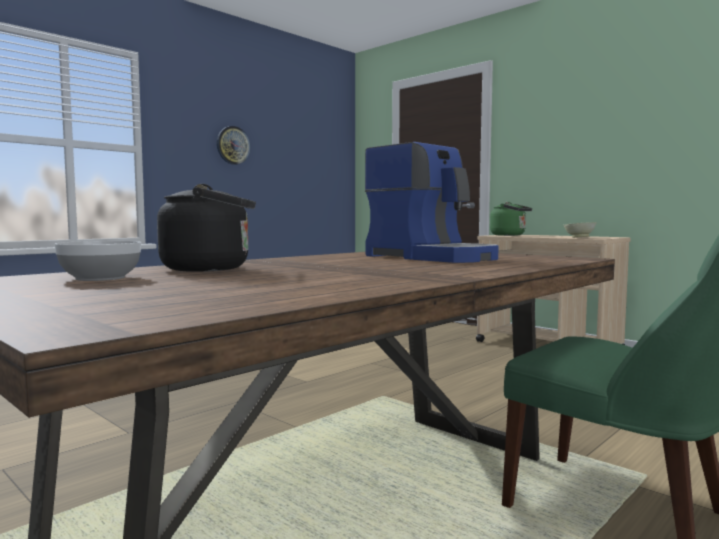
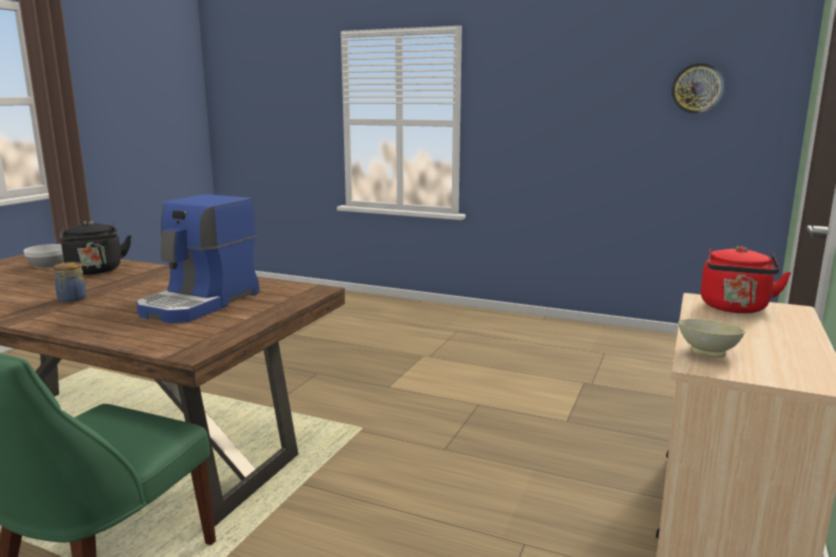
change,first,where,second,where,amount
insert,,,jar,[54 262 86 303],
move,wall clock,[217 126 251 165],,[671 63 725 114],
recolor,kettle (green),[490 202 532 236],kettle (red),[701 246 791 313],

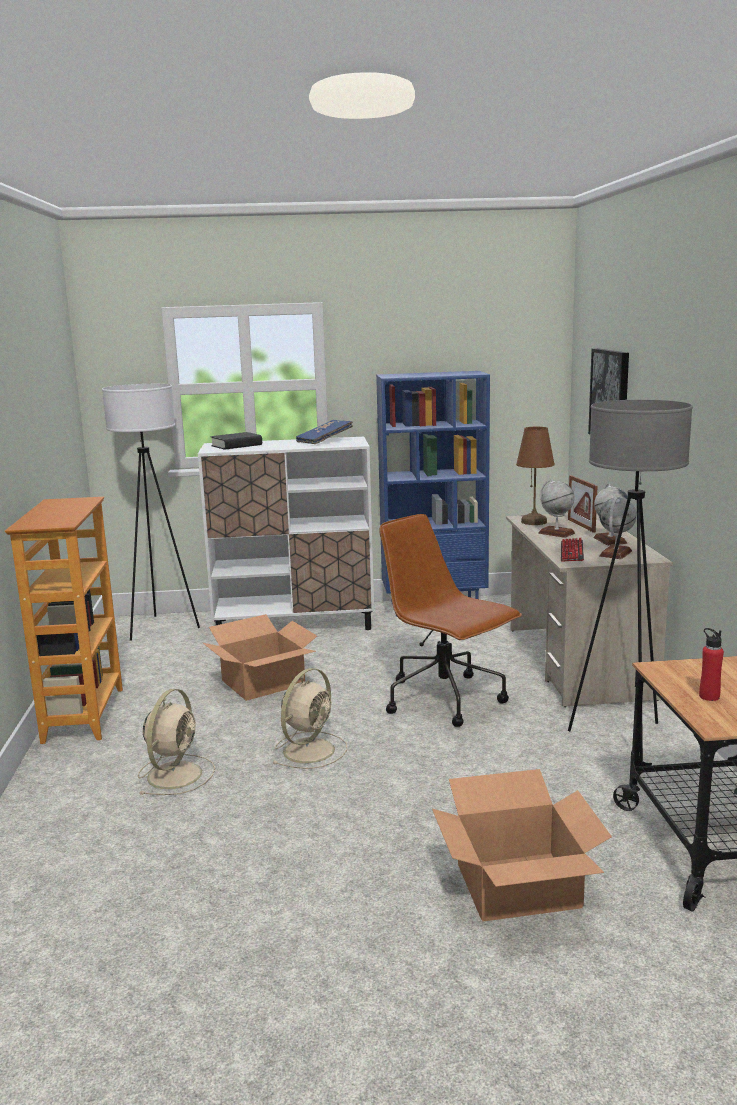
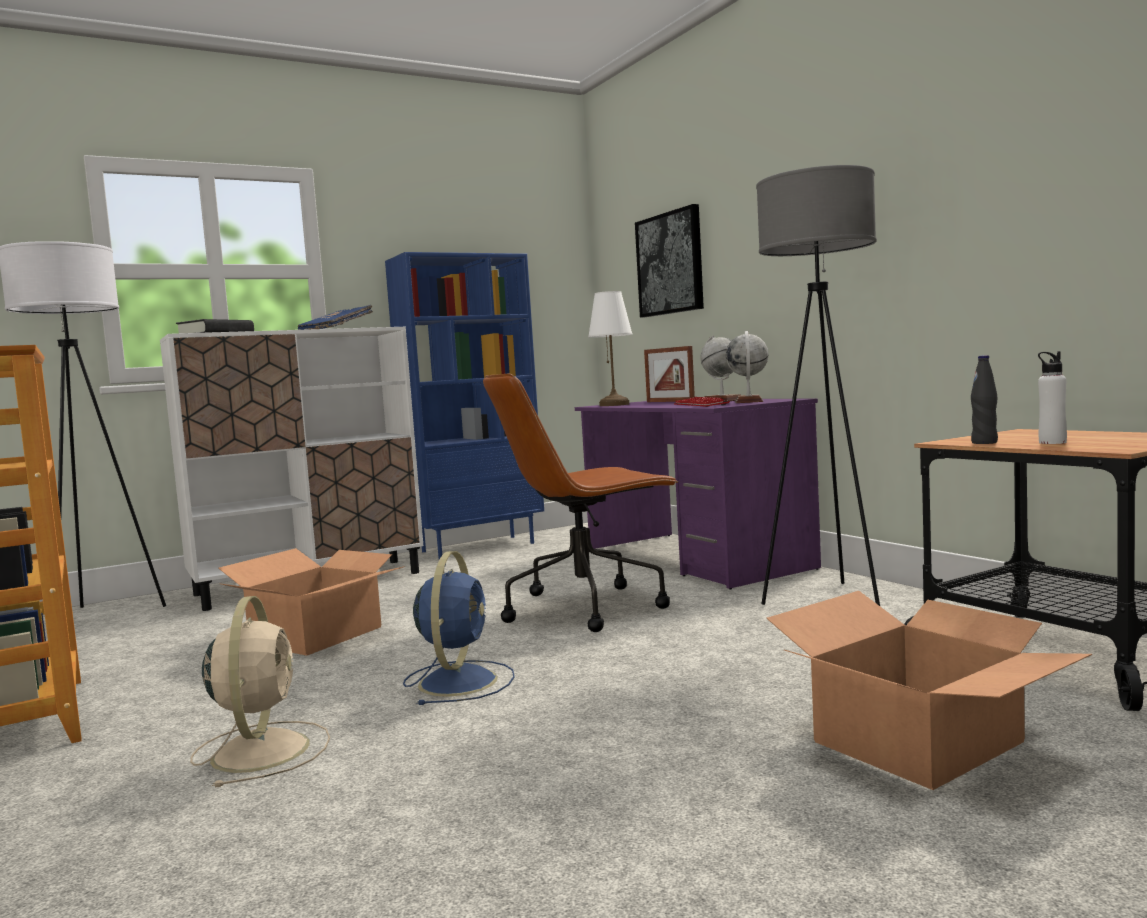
change,first,where,second,where,amount
recolor,fan (beige),[272 668 347 769],fan (blue),[403 551 515 705],
rotate,office chair (brown),[379 514 522 727],,[483 374 678 632],45 degrees counterclockwise
recolor,desk (beige),[506 513 673 707],desk (purple),[575 398 821 590],
recolor,table lamp (brown),[516 427 555 525],table lamp (white),[588 291 632 406],
insert,,,bottle (black),[971 355 998 444],
recolor,bottle (red),[699 628 724 701],bottle (white),[1038 351 1067 444],
delete,globe,[538 479 575 538],,,

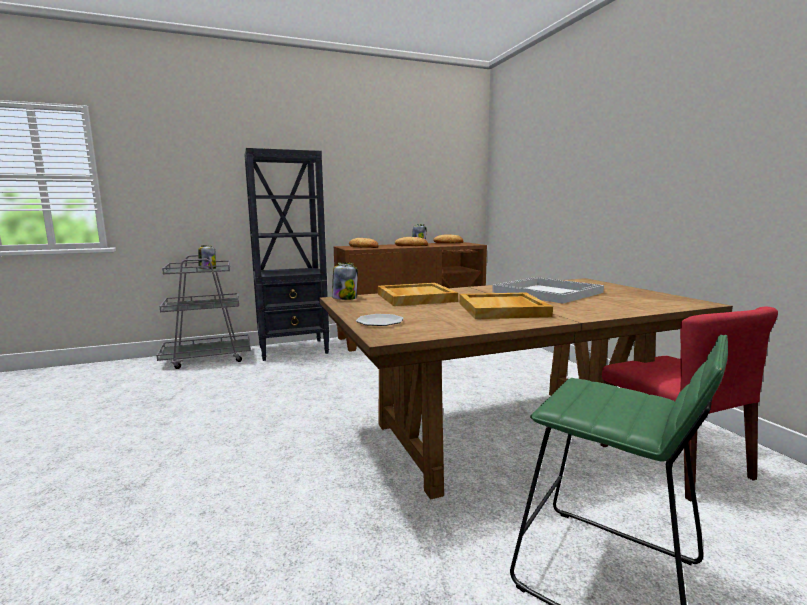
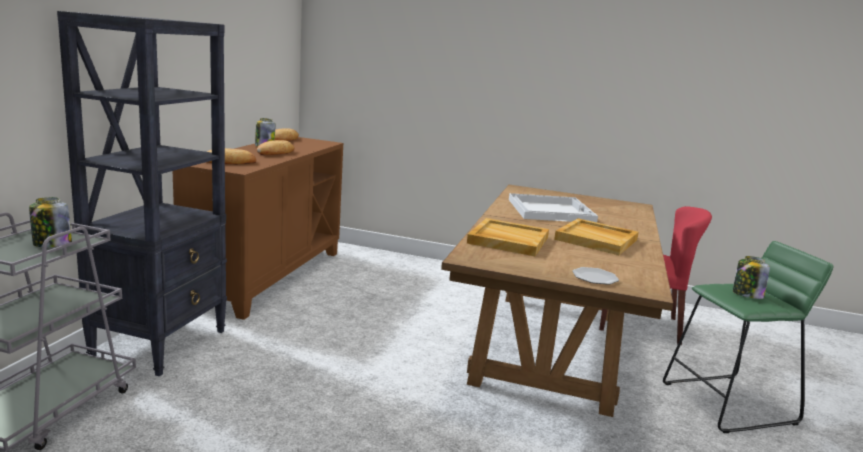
change,first,where,second,where,amount
move,jar,[332 262 358 300],,[733 256 770 299],

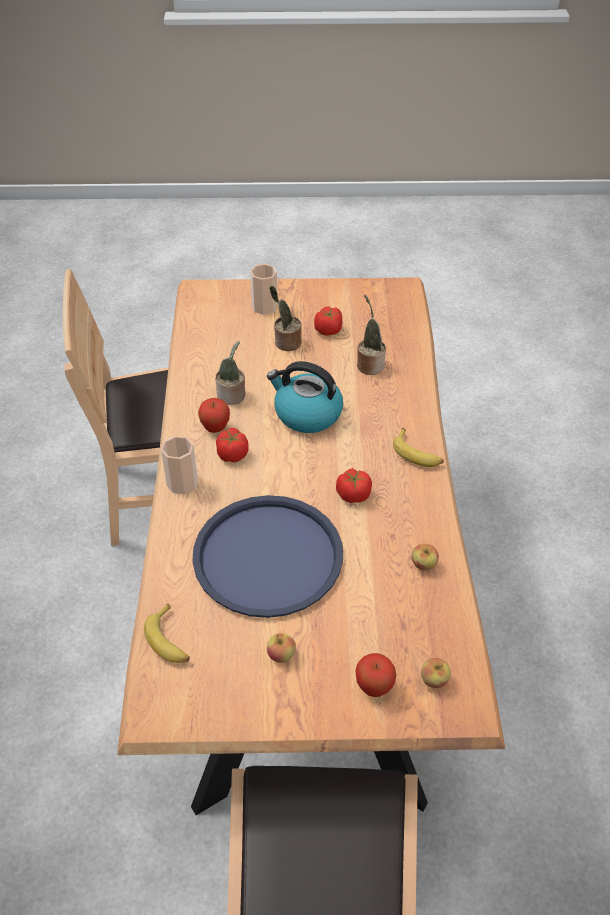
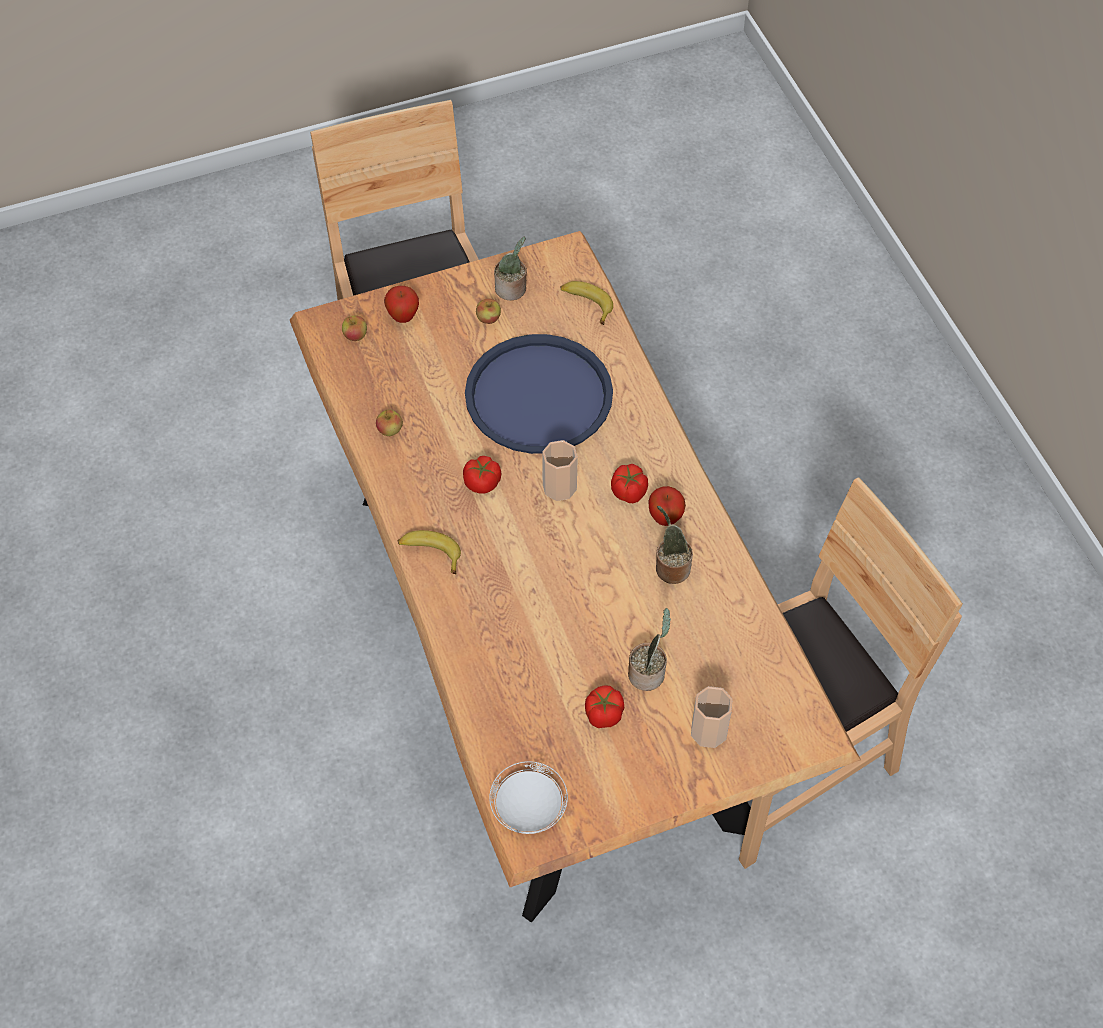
change,first,where,second,where,amount
insert,,,plate (white),[489 761 568 834],
move,potted plant,[357 294 386 375],,[494 236 527 300],
move,cup,[161 436 198 494],,[542 440 578 501],
delete,kettle,[267 361 343 433],,,

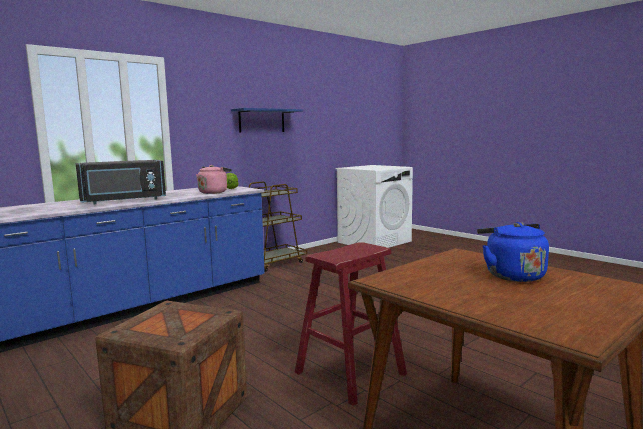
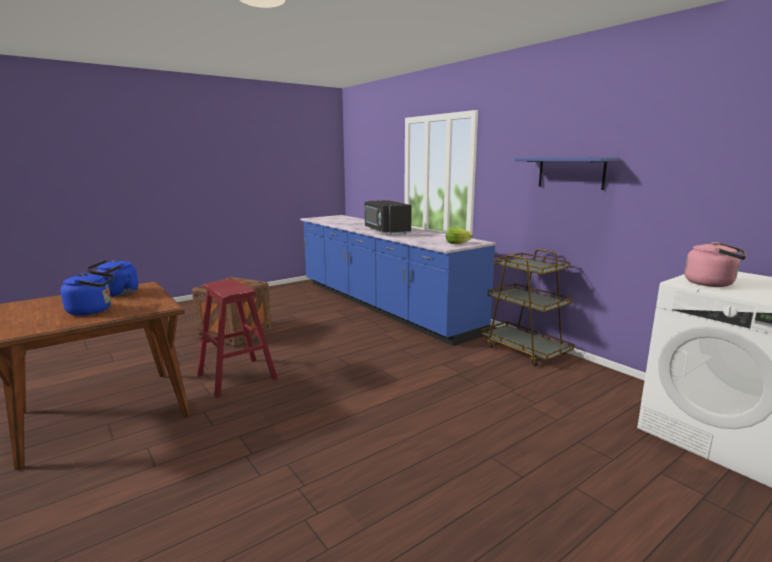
change,first,where,second,where,amount
insert,,,kettle (blue),[86 259 138 297],
move,kettle (pink),[196 165 232 194],,[685 242 746 287],

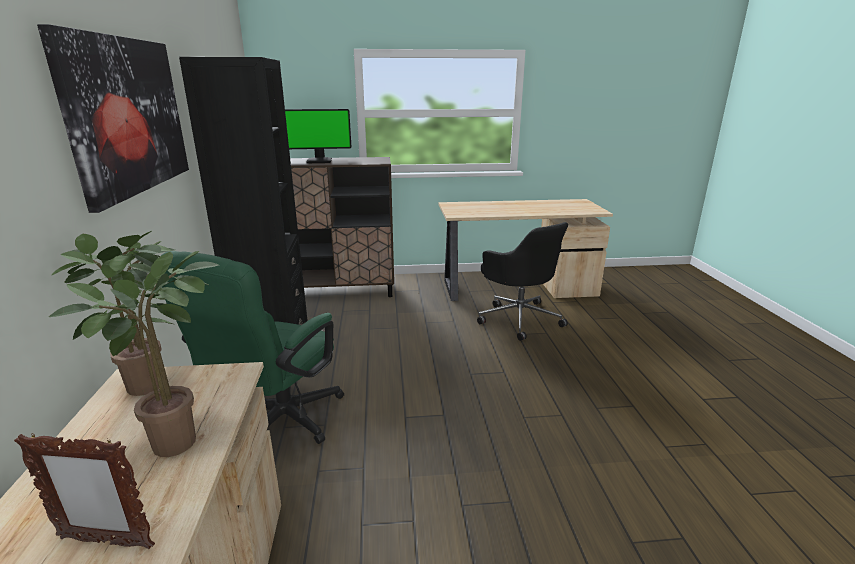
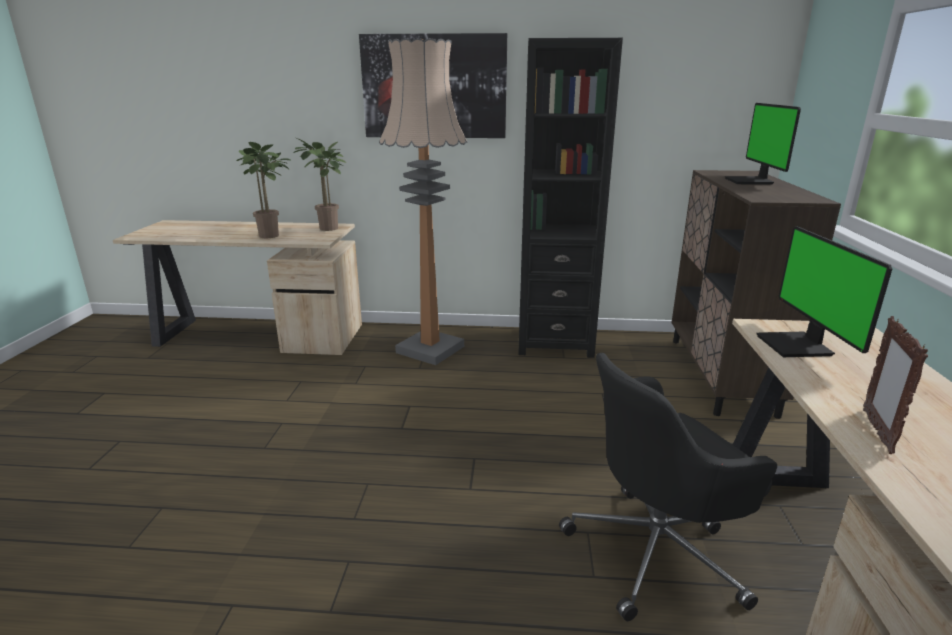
change,first,where,second,where,amount
replace,office chair (green),[161 251 344 444],floor lamp,[379 38 468 365],
insert,,,monitor,[756 226 892 357],
move,picture frame,[14 434 155 549],,[863 316 928 454],

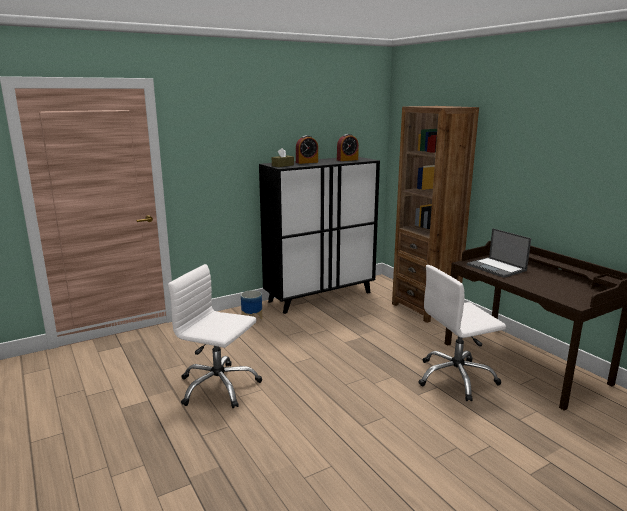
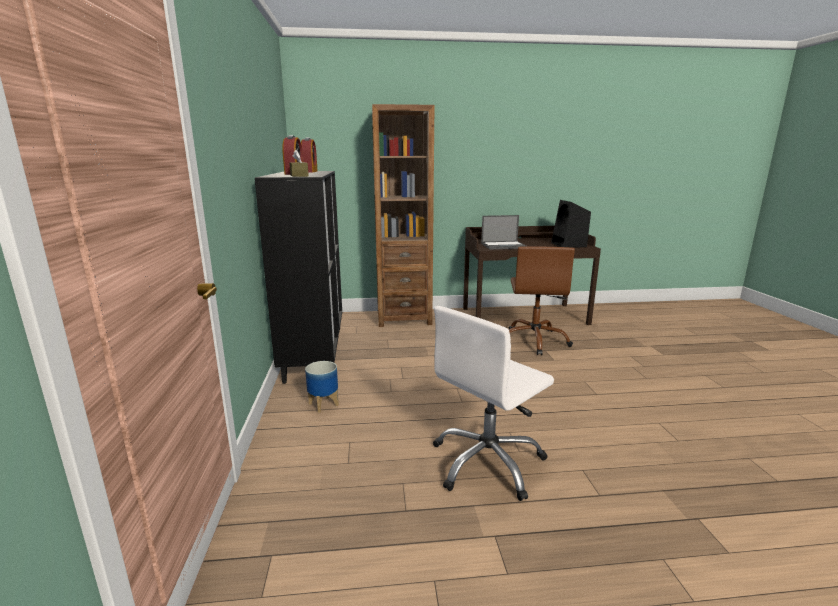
change,first,where,second,where,amount
recolor,office chair (white),[418 265 506 401],office chair (brown),[509 246 575 355],
insert,,,speaker (black),[551 200 591 248],

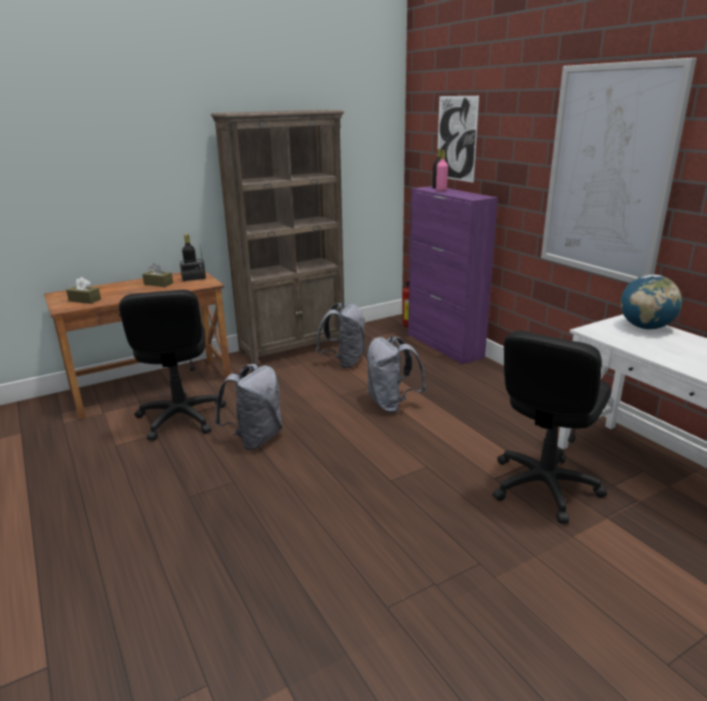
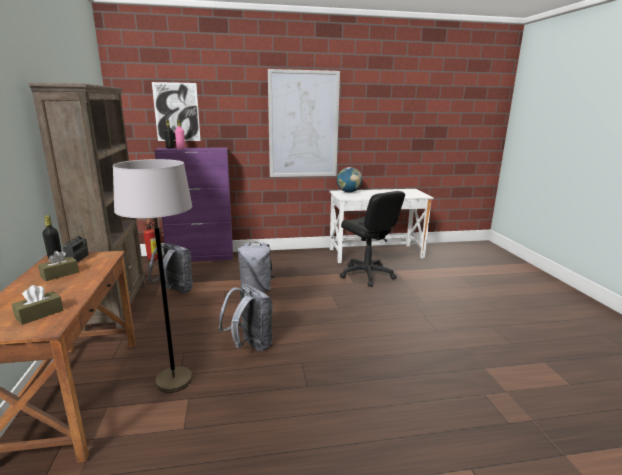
change,first,where,second,where,amount
replace,office chair (black),[119 290 226 441],floor lamp (grey),[113 159 193 393],

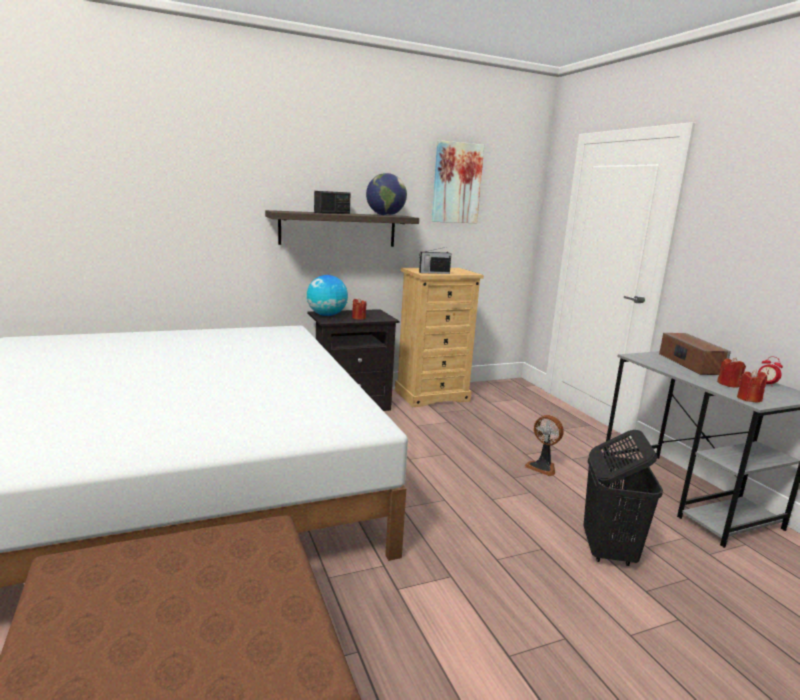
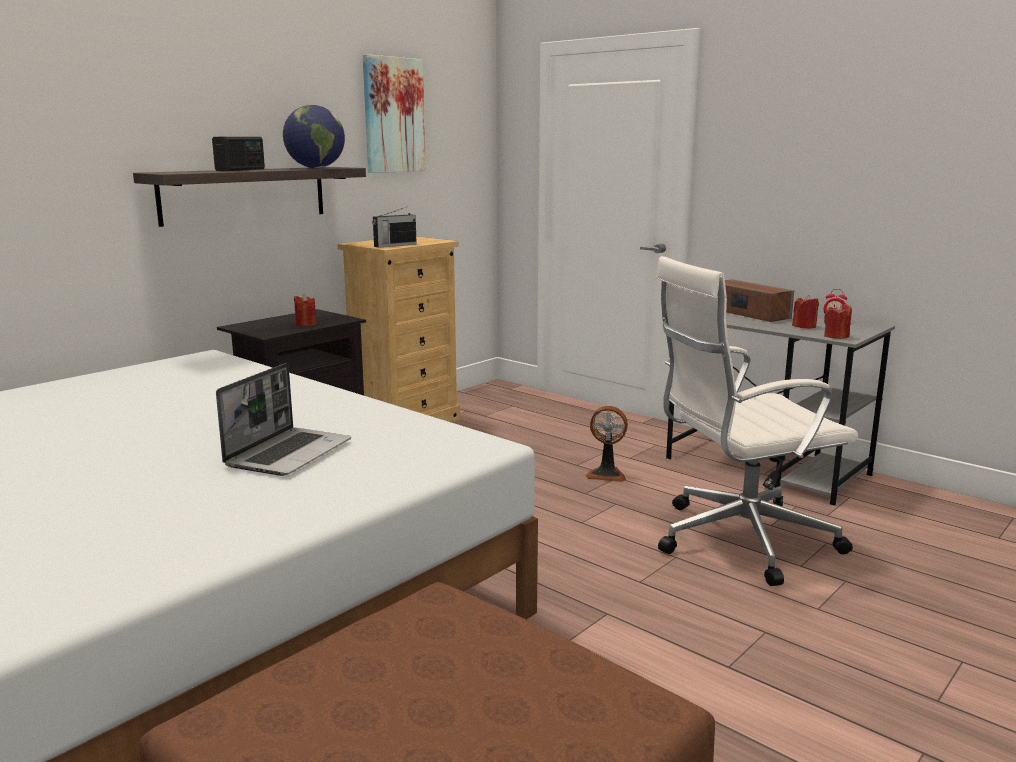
change,first,where,second,where,amount
insert,,,laptop,[216 363 351 476],
replace,laundry basket (black),[583 430 663 566],office chair (white),[656 256 858 586],
delete,globe,[307 275 348 316],,,

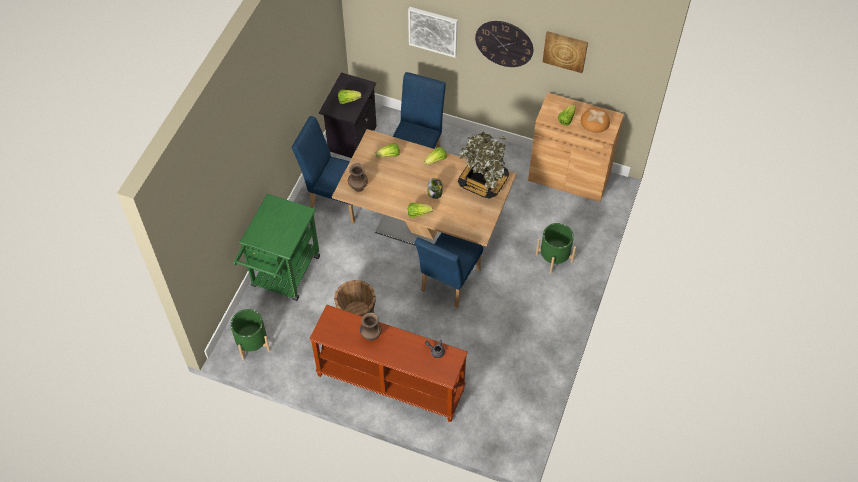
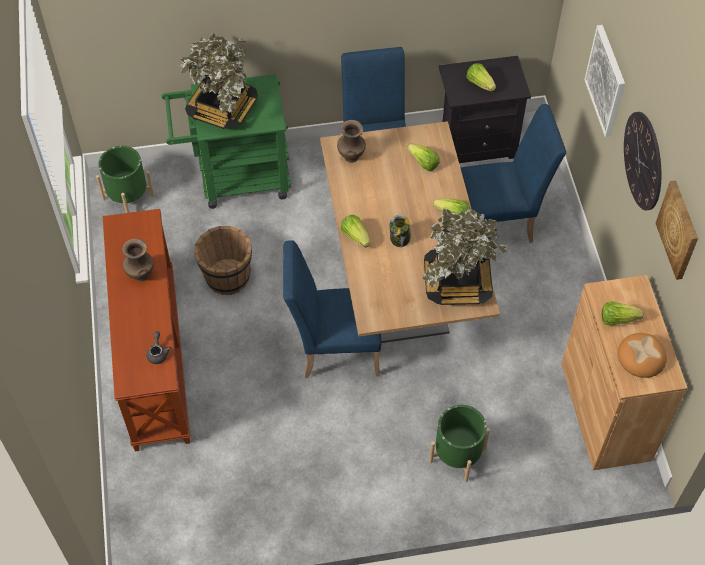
change,first,where,second,where,amount
insert,,,potted plant,[180 33 258 129],

